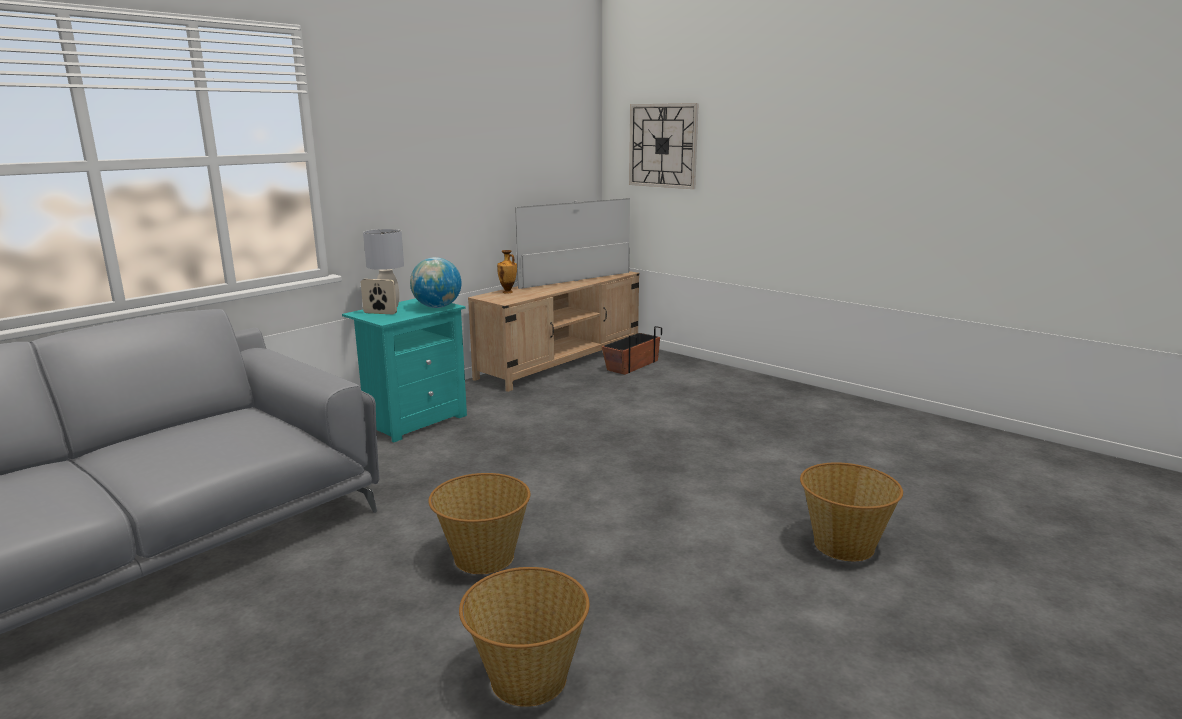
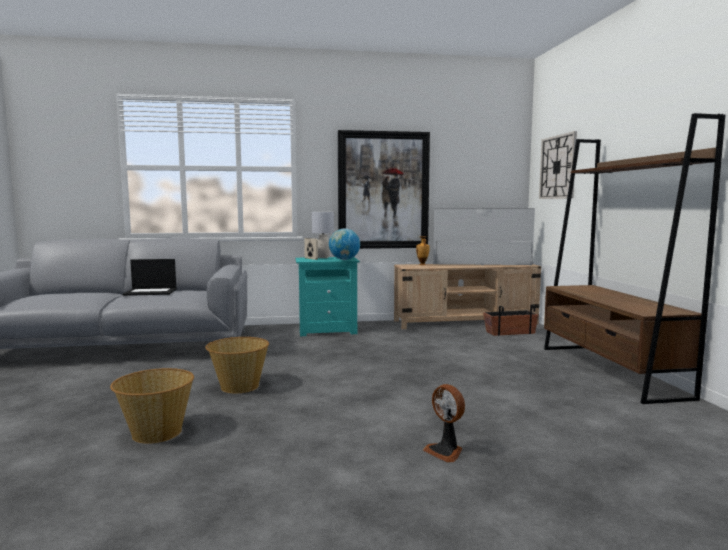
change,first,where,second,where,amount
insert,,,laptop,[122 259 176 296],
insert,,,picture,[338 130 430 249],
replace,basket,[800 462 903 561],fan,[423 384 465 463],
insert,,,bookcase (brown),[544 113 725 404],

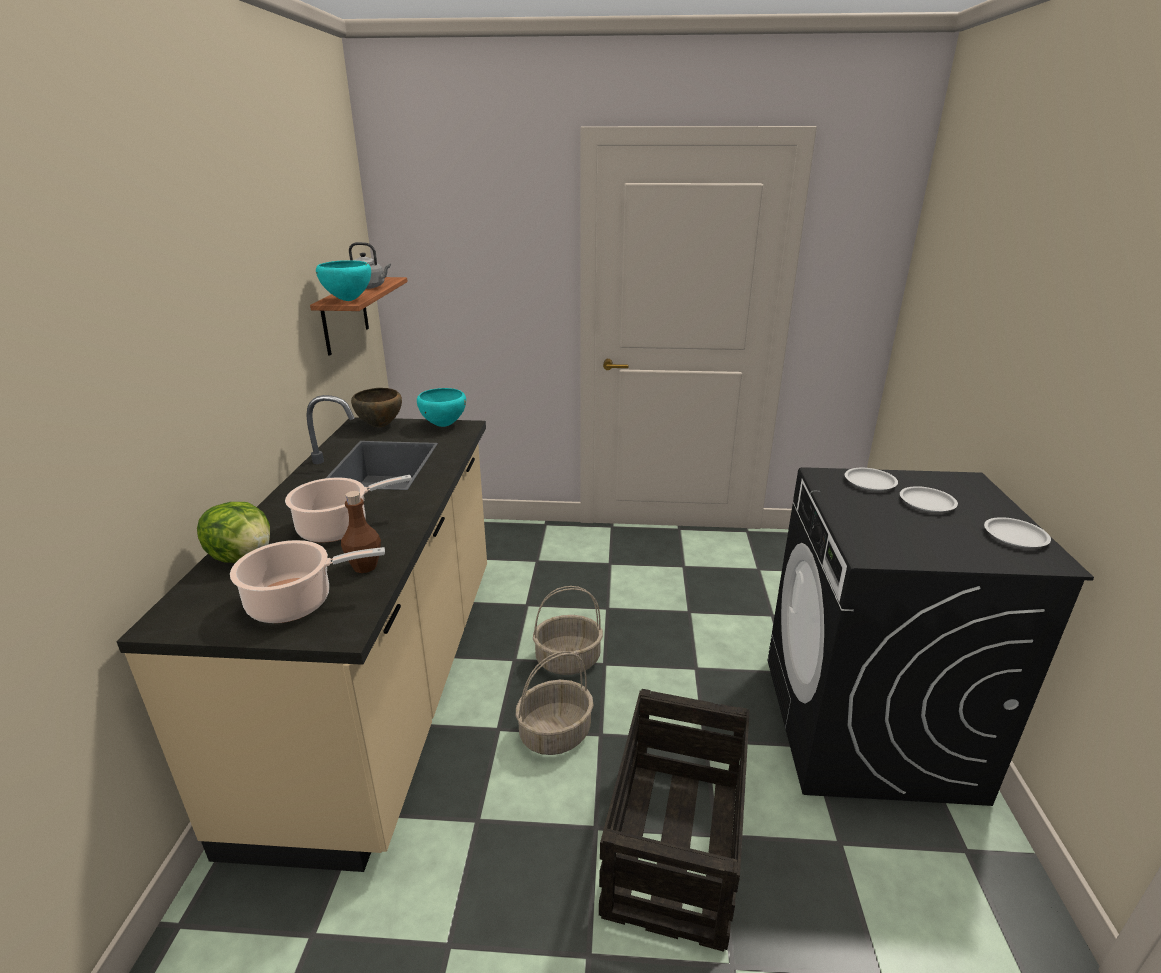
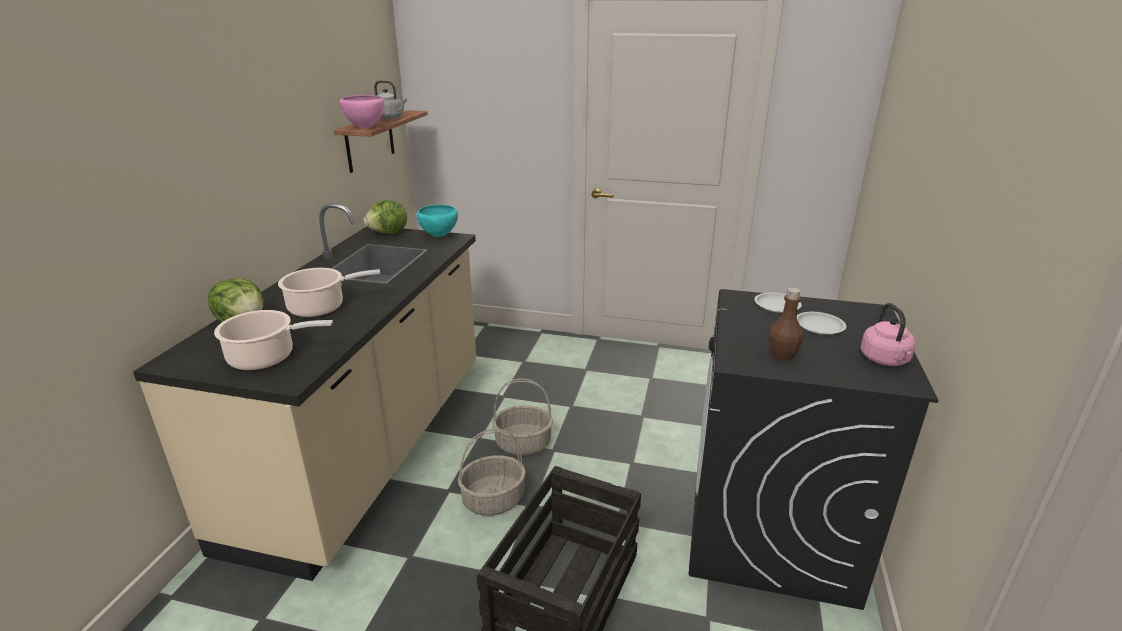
change,first,where,second,where,amount
recolor,bowl (turquoise),[316 260 371 301],bowl (pink),[339 95 384 128],
replace,bowl (brown),[351 388 402 427],lettuce,[363 200 407 234],
move,bottle (brown),[341 491 381 573],,[769 288 803 361],
replace,plate (white),[984 517 1051 548],kettle (pink),[861 303 916 366],

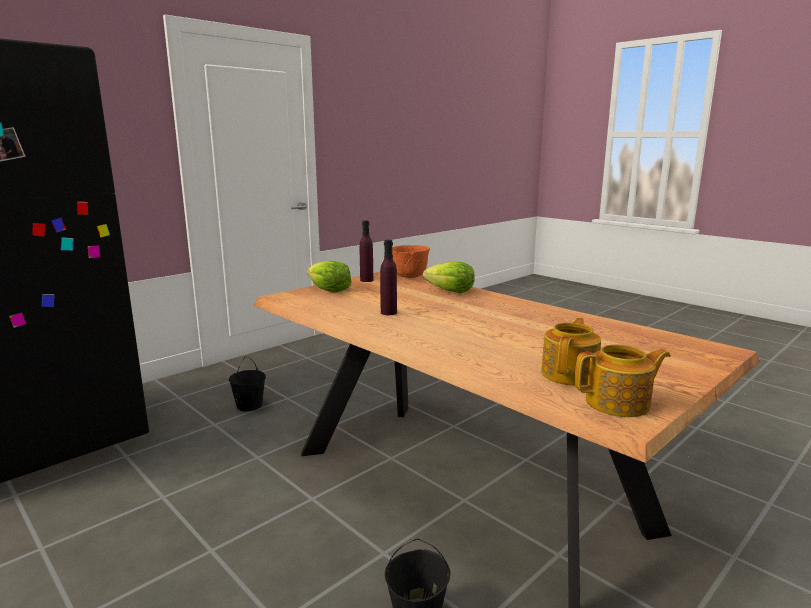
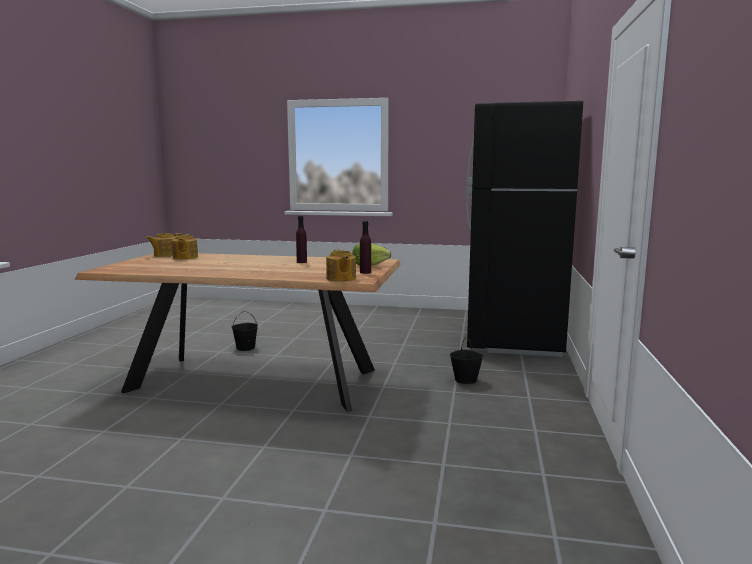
change,first,where,second,where,amount
replace,bowl (orange),[392 245 430 278],teapot,[326 249 356 282],
delete,lettuce,[423 262 475 293],,,

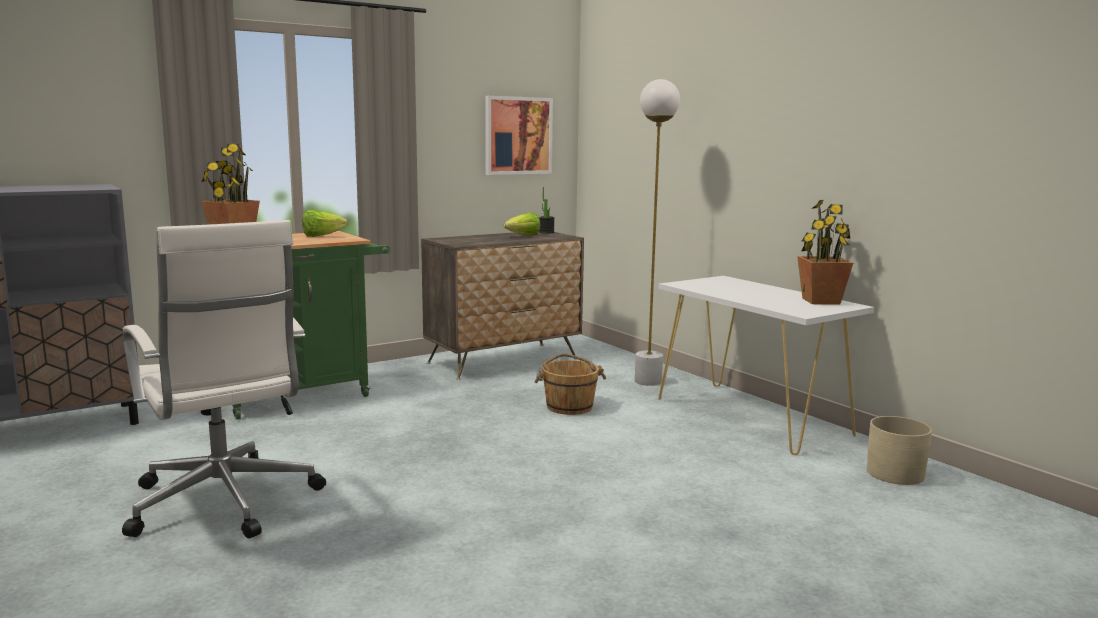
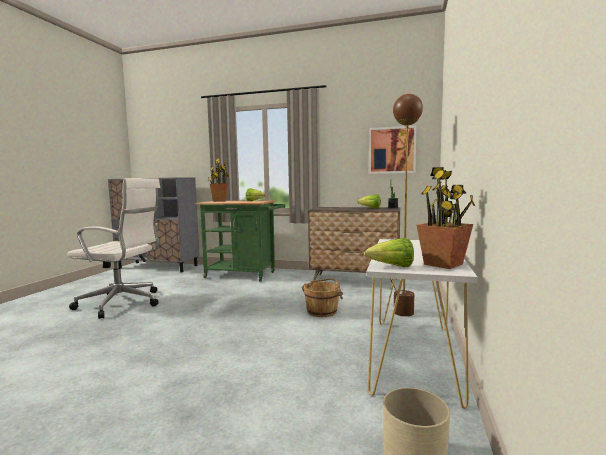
change,first,where,second,where,amount
rotate,office chair (white),[122 220 326 539],,[67 178 160 319],90 degrees counterclockwise
insert,,,lettuce,[364 238 414 267],
recolor,floor lamp (white),[635 79 680 386],floor lamp (brown),[393 94 423 317],

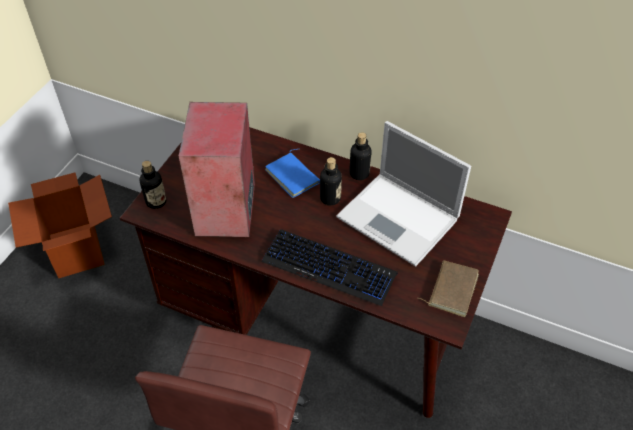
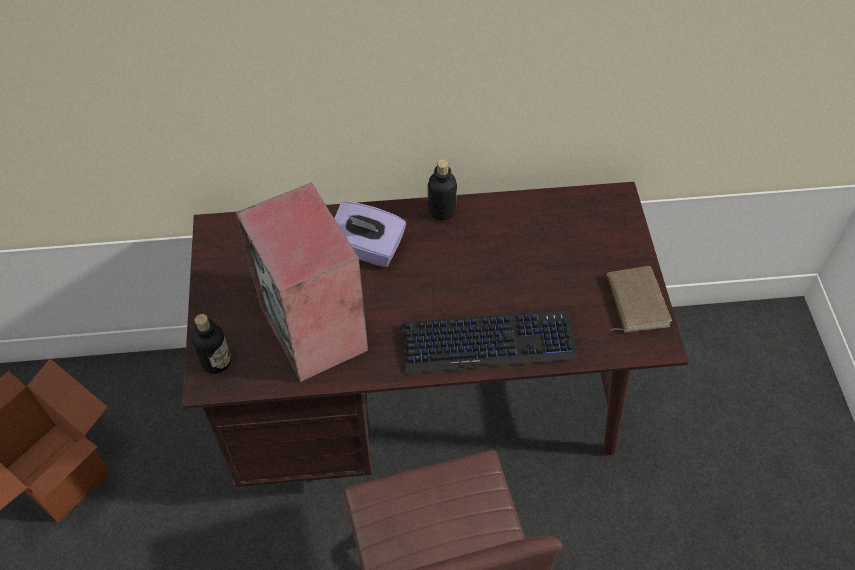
change,first,where,second,where,amount
replace,book (blue),[265 149 320 198],tissue box (purple),[334 201 406 267],
delete,bottle,[320 157 342 206],,,
delete,laptop,[336 121 471 267],,,

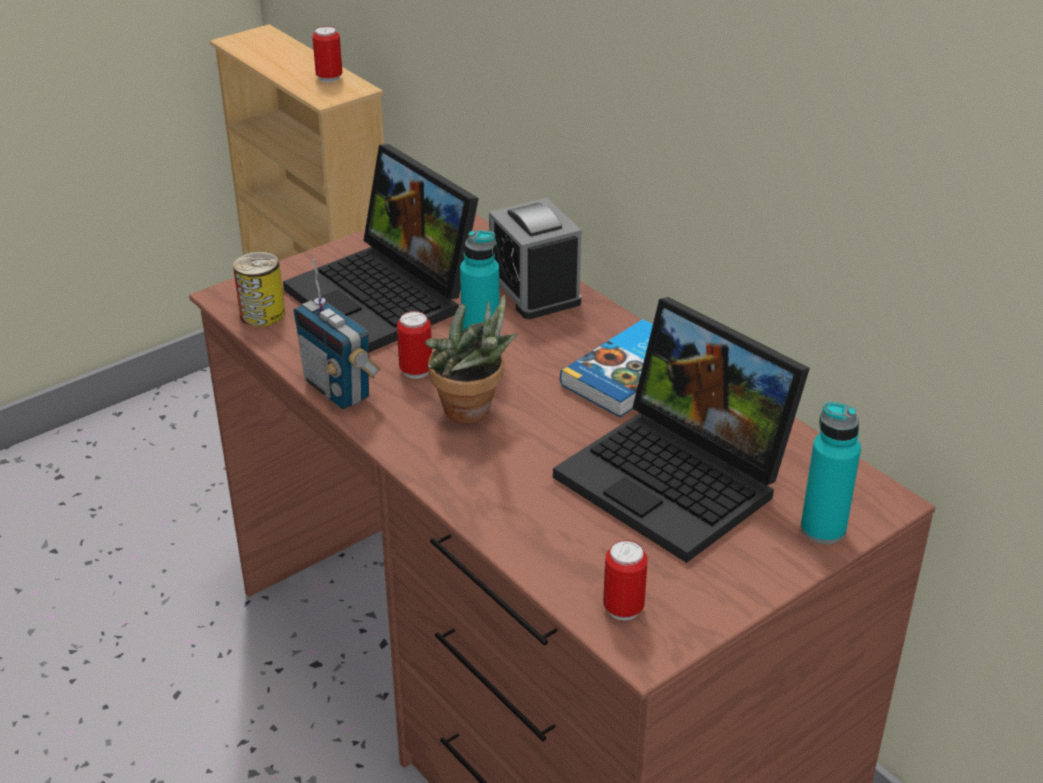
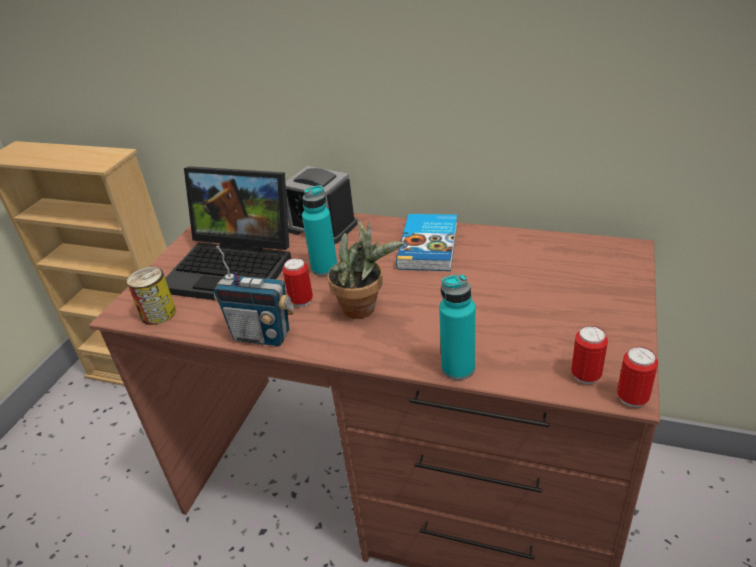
change,first,where,second,where,amount
move,bottle (turquoise),[801 402 861 544],,[439 274 475 380],
move,can,[312 26 343 83],,[617 347 658 407],
delete,laptop,[553 297 810 563],,,

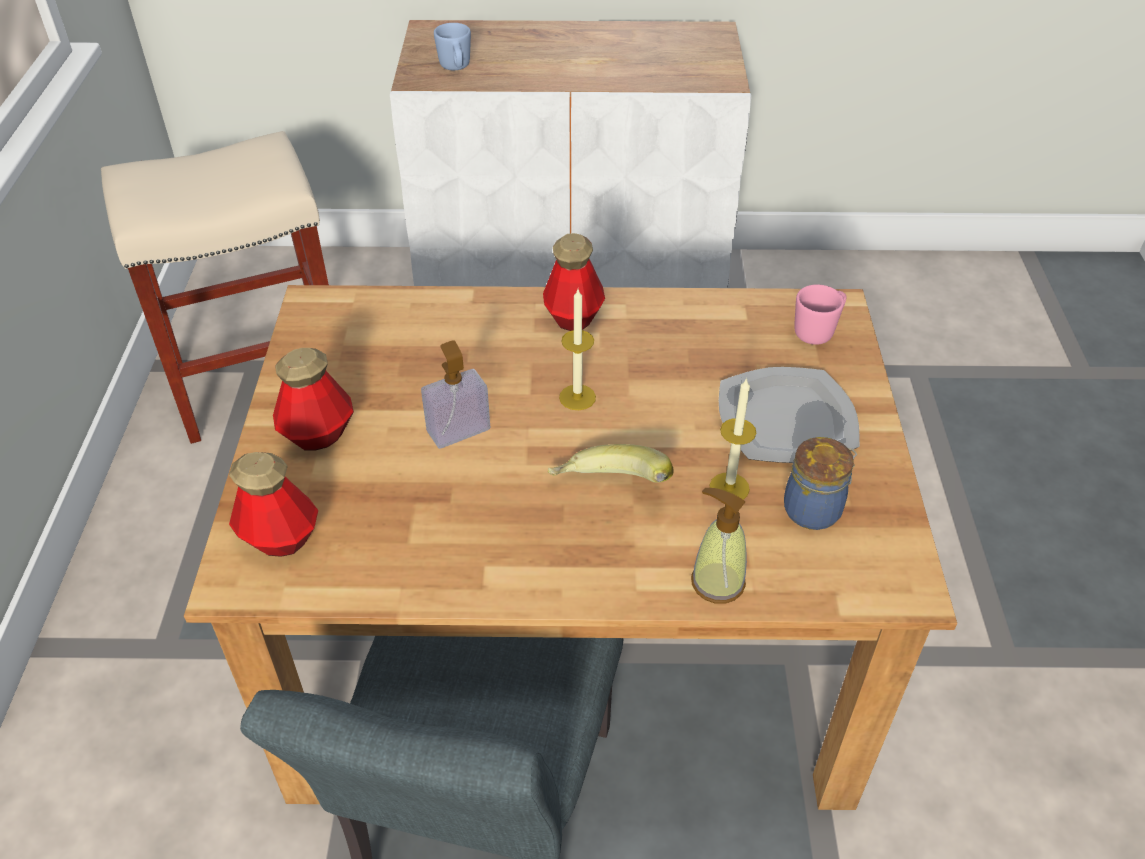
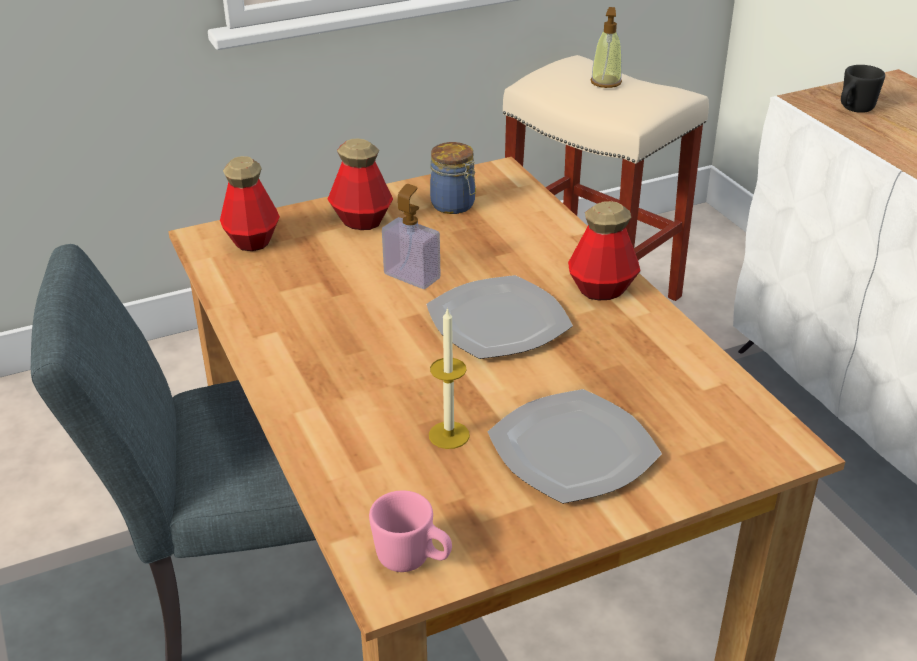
change,first,where,second,where,amount
move,mug (pink),[794 285 846 345],,[369 490 452 572],
replace,candle,[559 289 596 410],plate,[426 275 573 359],
move,jar,[784 437 857 530],,[430 142 476 214],
move,soap dispenser,[691 488 747 604],,[590 7 622 88],
recolor,mug (blue),[434 23 471 70],mug (black),[841 65 885 113],
delete,banana,[548 444 674 483],,,

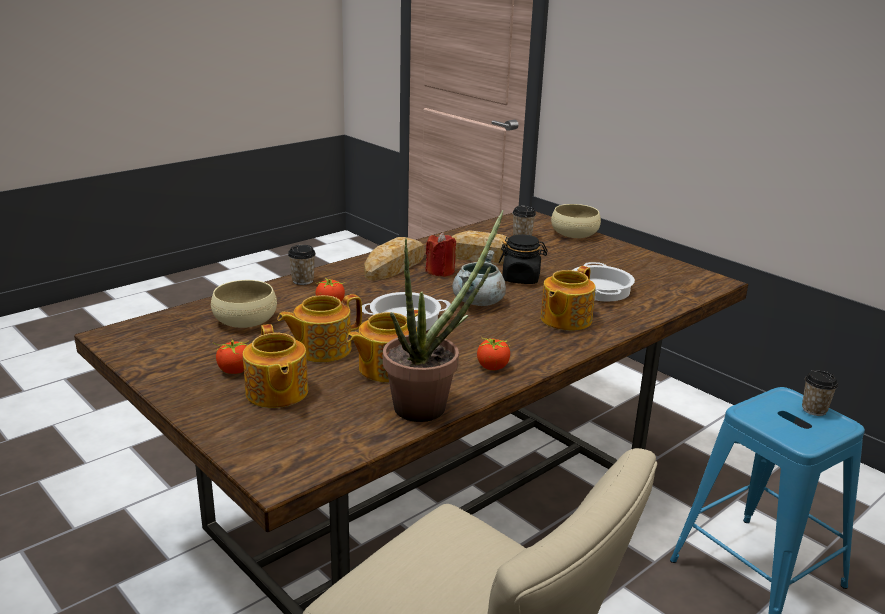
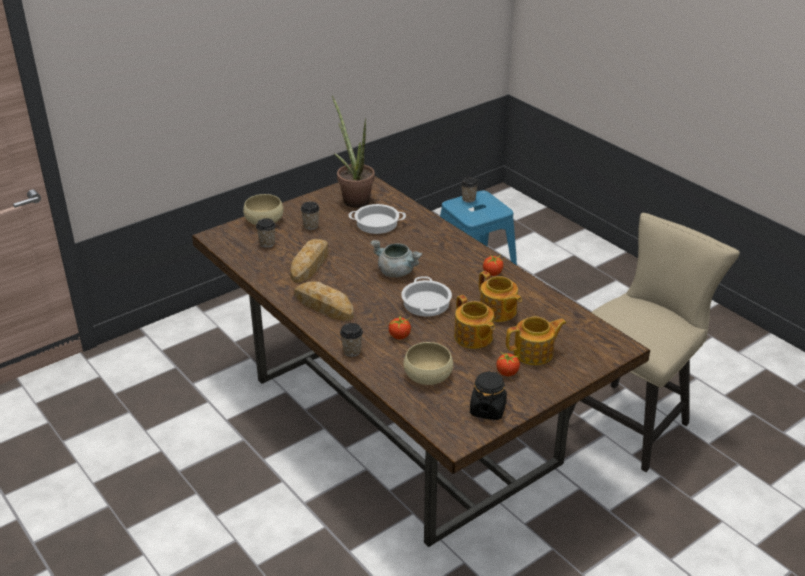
change,first,where,second,where,amount
insert,,,cup,[300 201 320 230],
move,potted plant,[383 210 503 422],,[332 95 375 208],
move,jar (black),[499 234 548 284],,[470 371 507 420],
delete,candle (red),[425 232 456 277],,,
delete,teapot,[541 266 596 331],,,

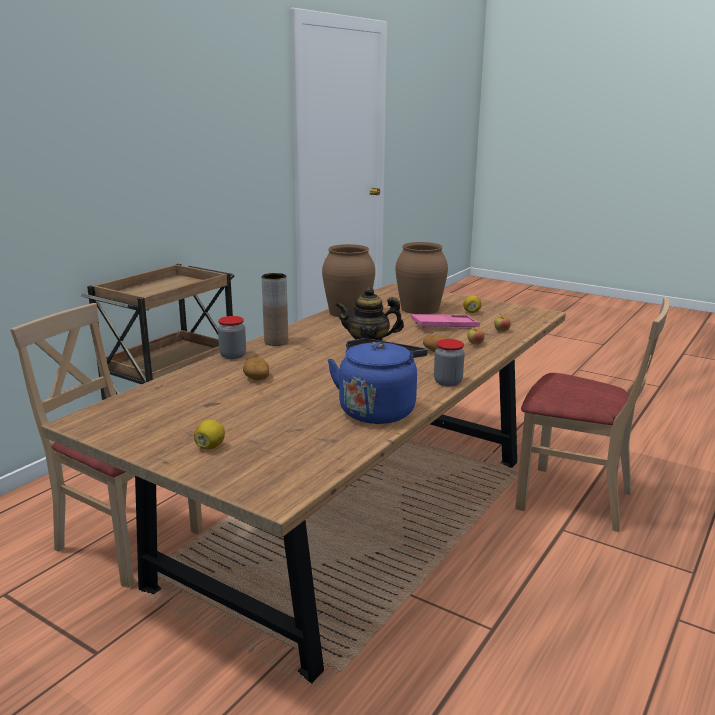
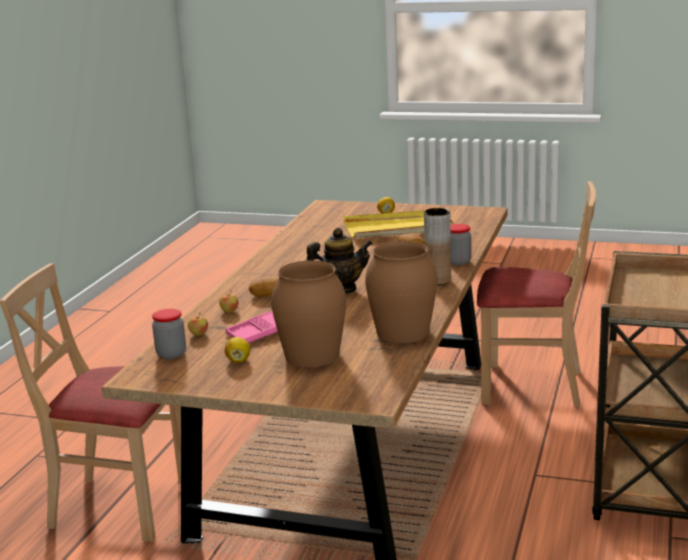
change,first,where,second,where,amount
move,jar,[434 339 465 387],,[152 309 186 359],
insert,,,tray (yellow),[343 210 454 238],
delete,kettle (blue),[327 338 428 424],,,

